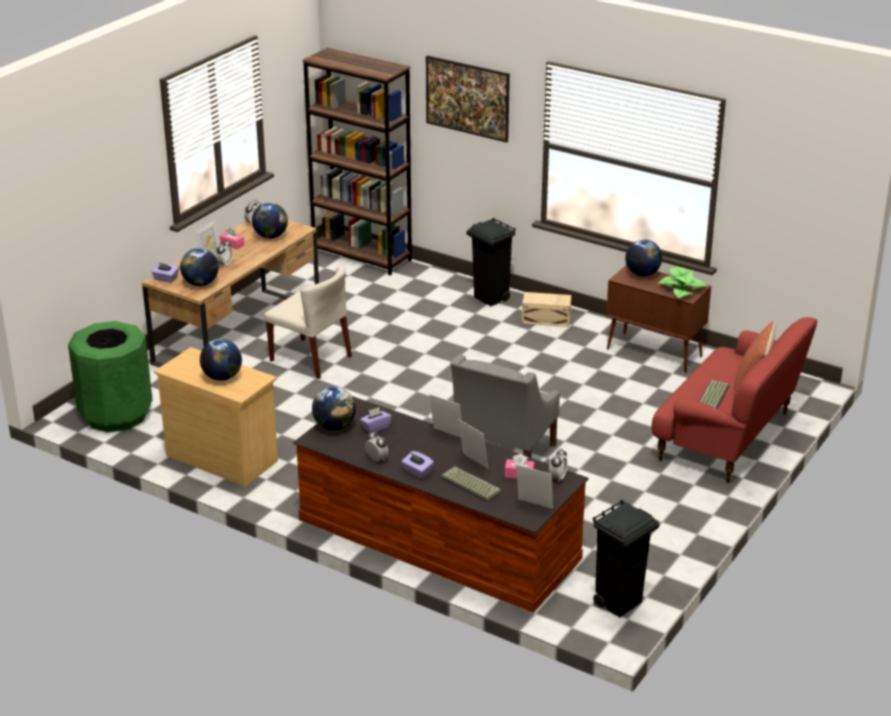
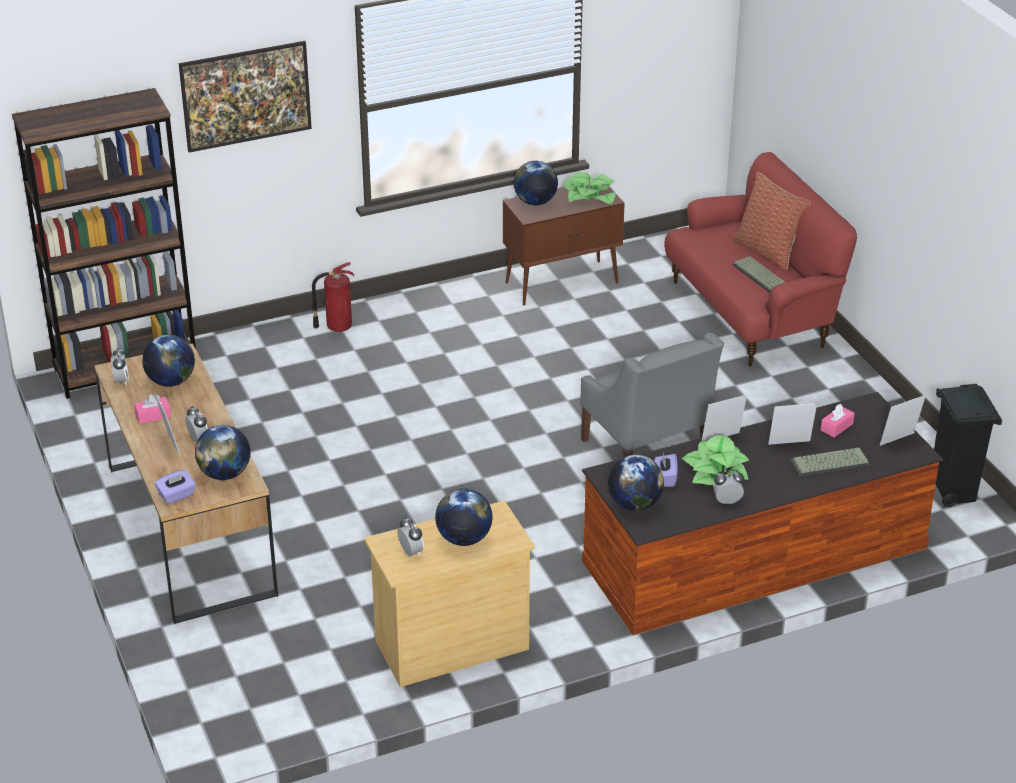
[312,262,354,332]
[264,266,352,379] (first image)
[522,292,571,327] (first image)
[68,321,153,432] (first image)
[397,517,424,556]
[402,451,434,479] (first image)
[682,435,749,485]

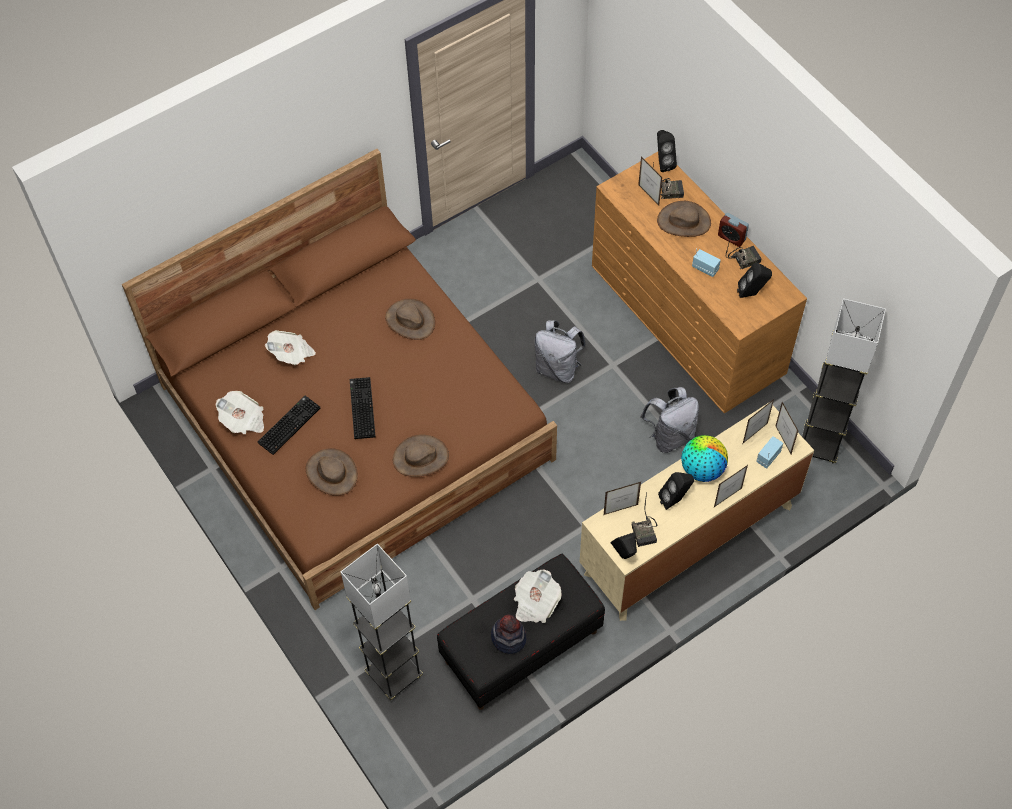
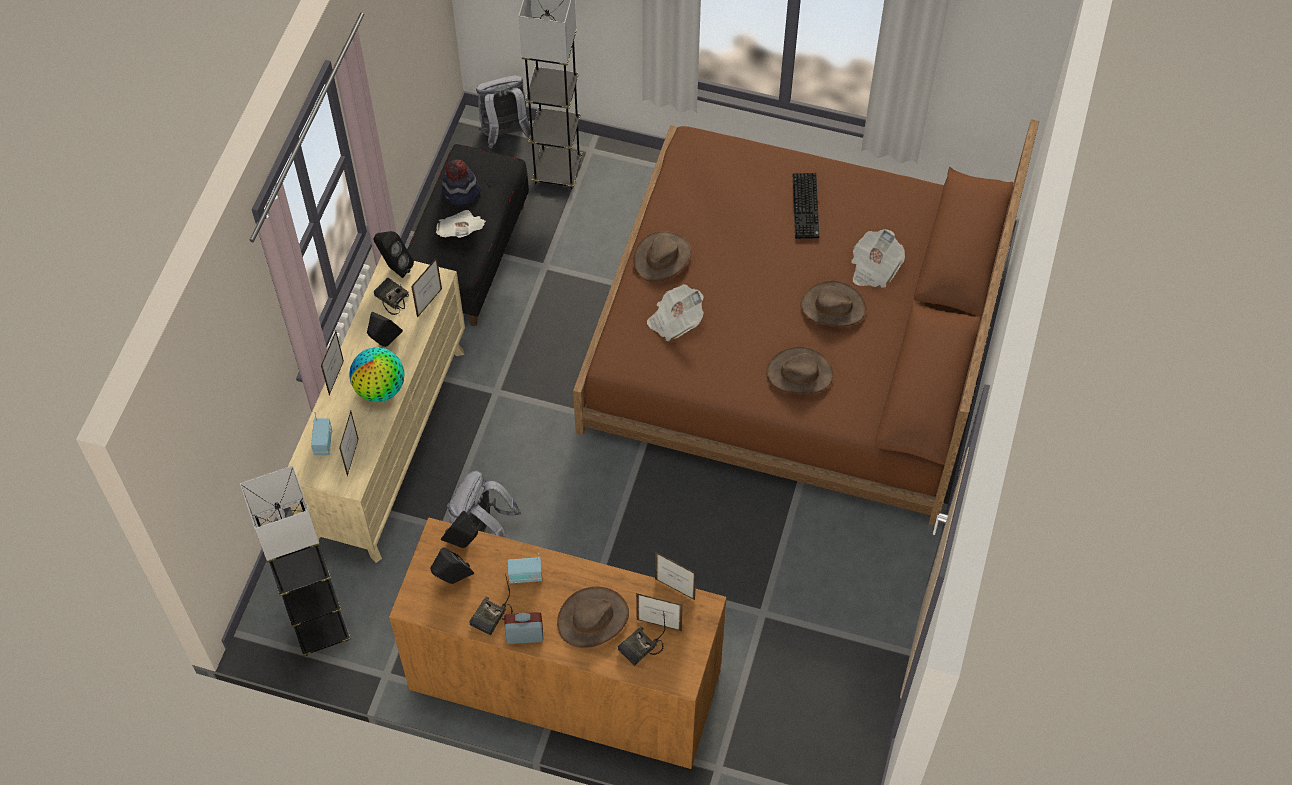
[440,511,478,548]
[476,75,531,148]
[350,377,376,439] (first image)
[647,285,704,341]
[655,552,697,600]
[801,280,866,327]

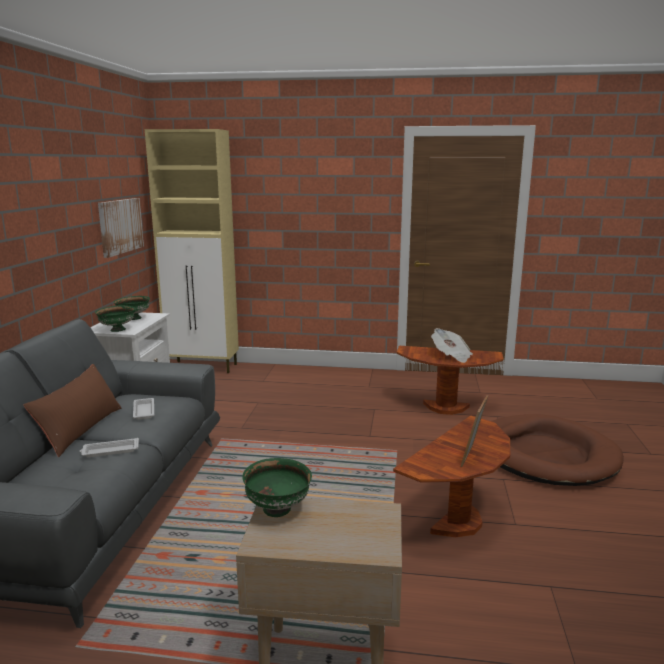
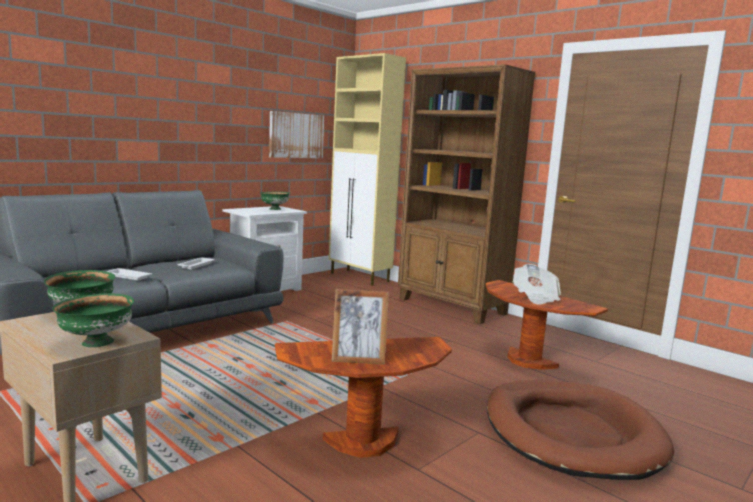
[52,293,134,347]
[24,364,121,457] (first image)
[332,289,389,365]
[398,64,535,324]

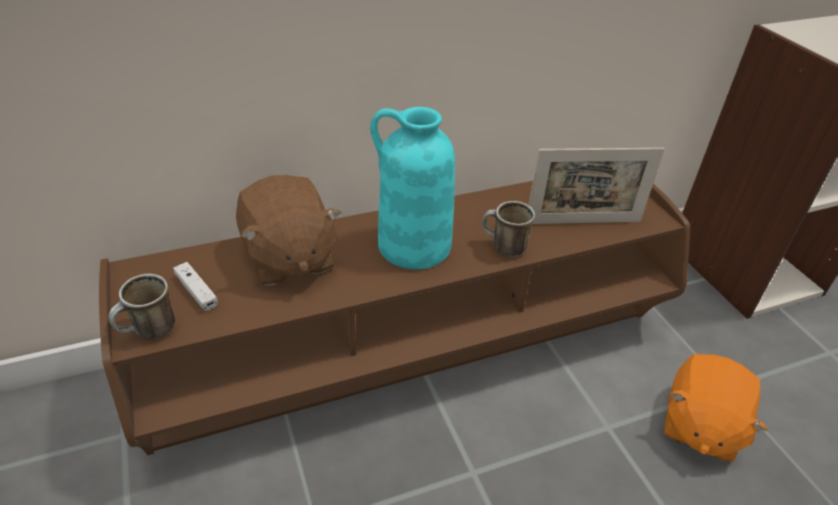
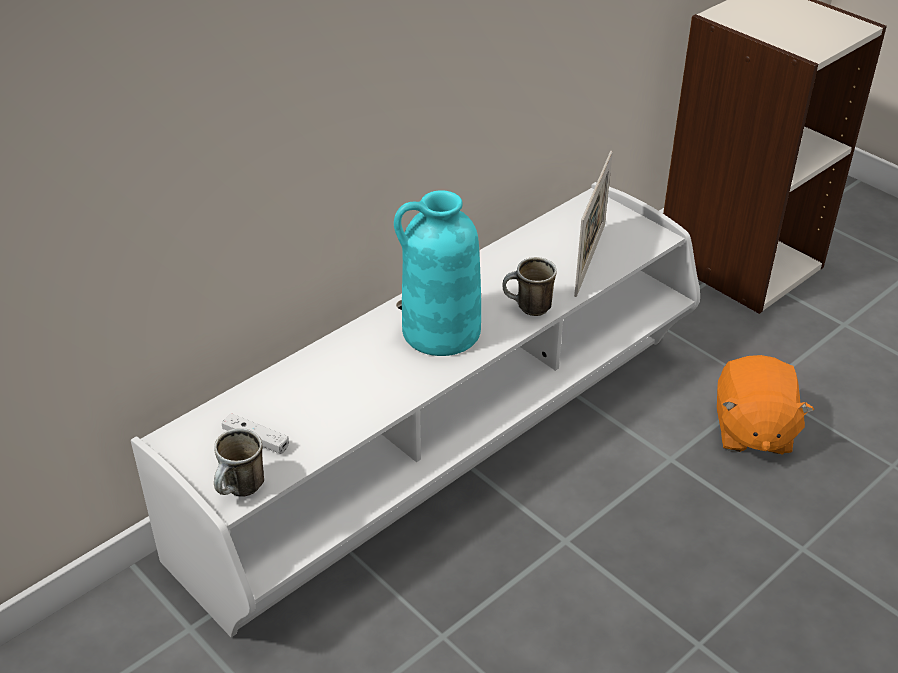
[574,151,613,297]
[236,175,341,286] (first image)
[131,182,700,637]

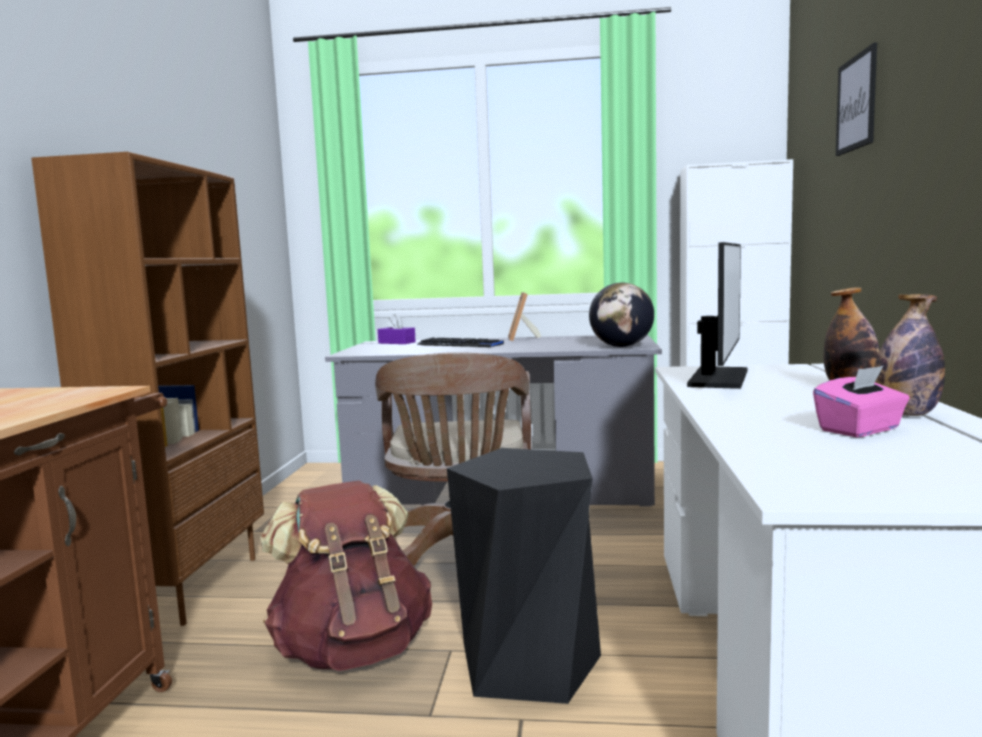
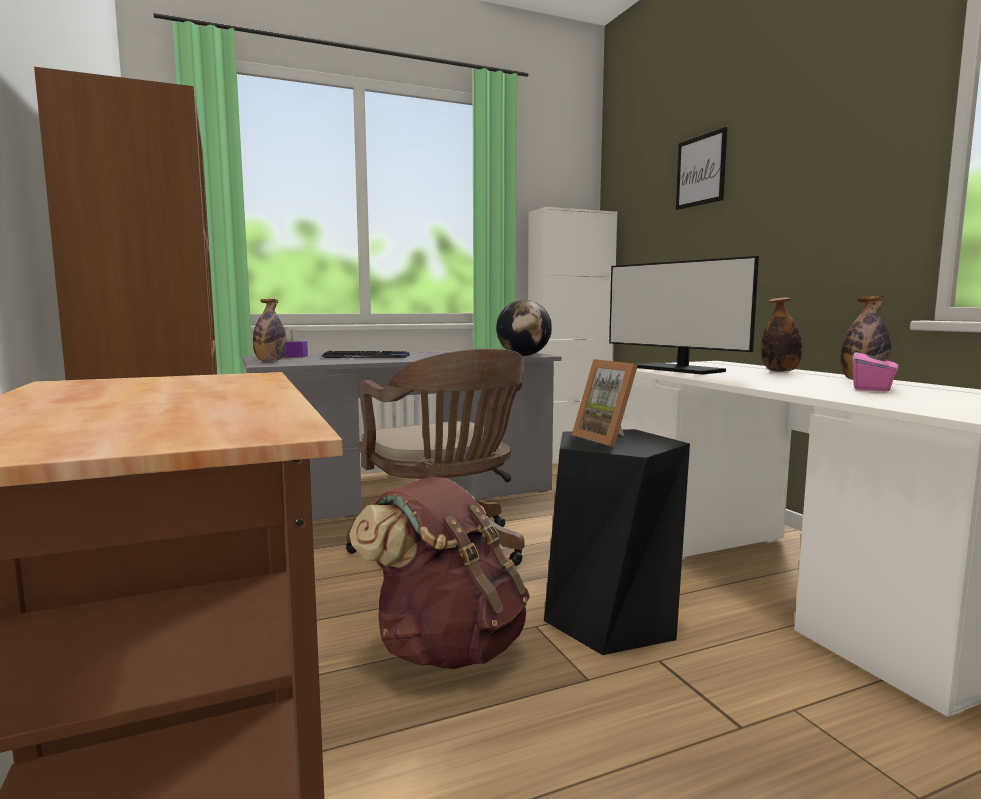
[609,256,759,375]
[572,359,638,447]
[253,299,286,361]

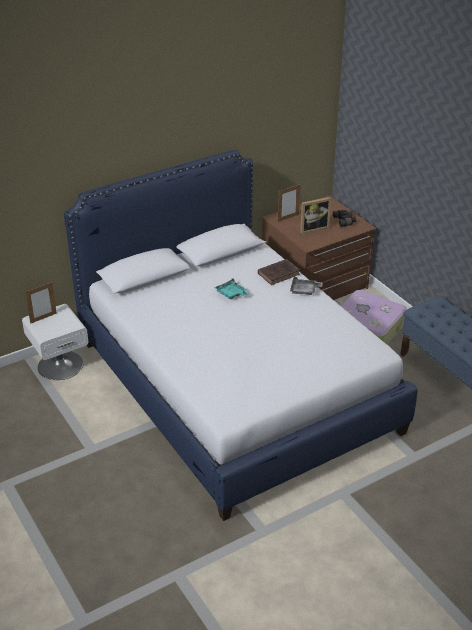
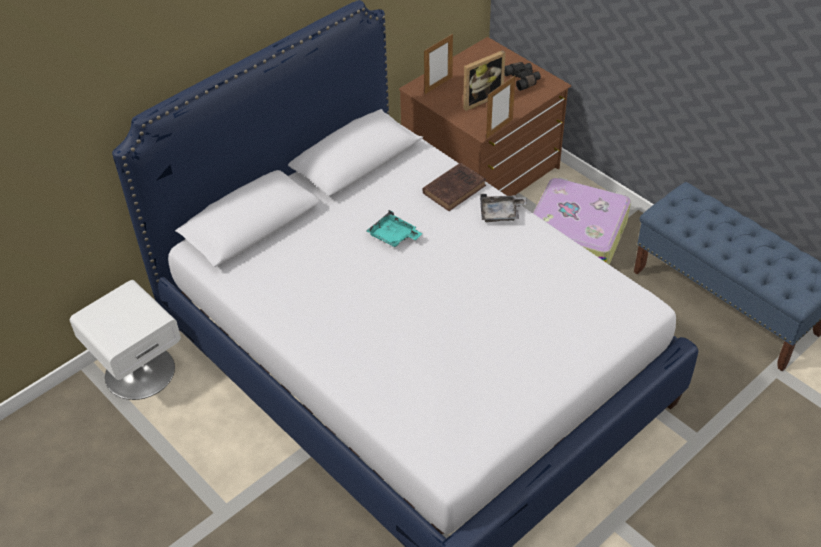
[486,75,516,139]

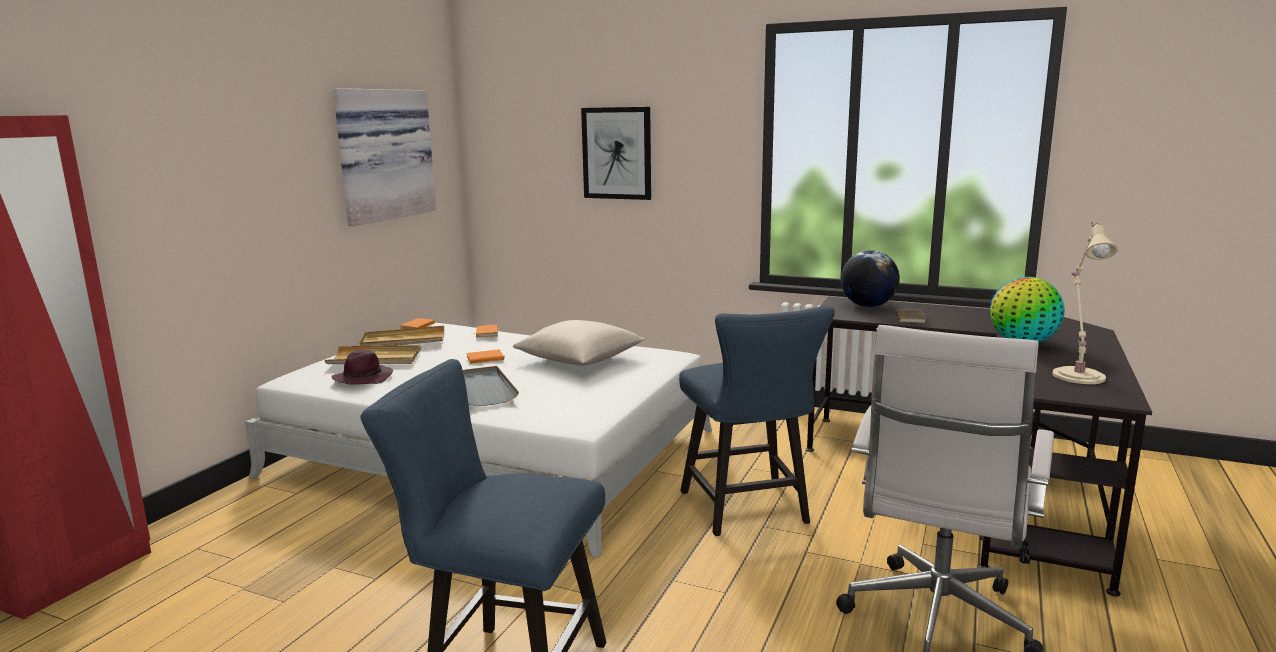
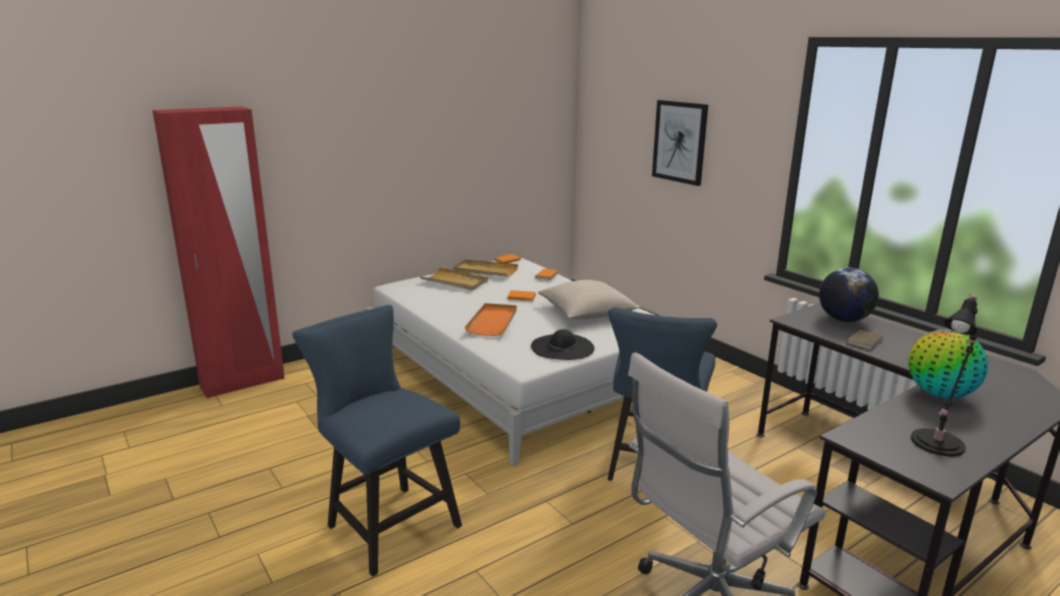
[333,88,436,226] (first image)
[911,294,977,456]
[331,349,393,385] (first image)
[465,303,517,336]
[531,329,595,360]

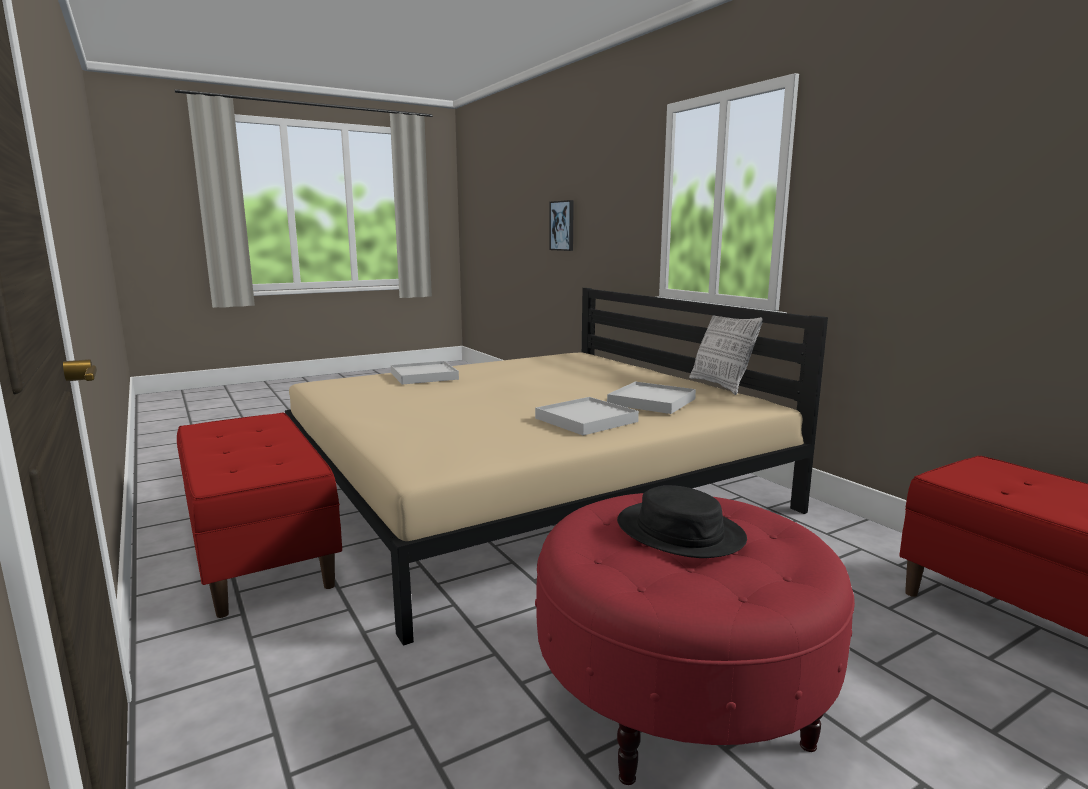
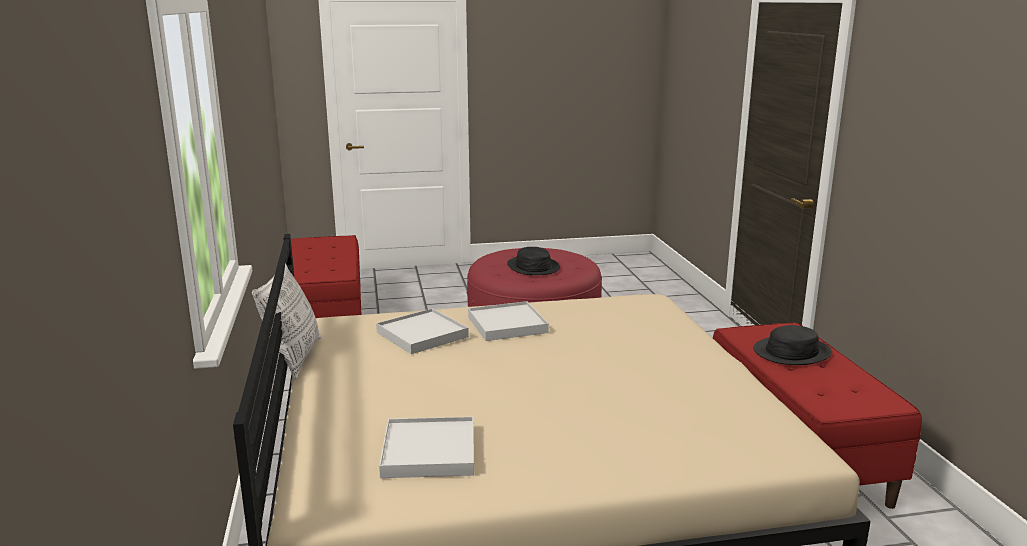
[549,200,574,251] (first image)
[379,417,474,478]
[753,325,832,365]

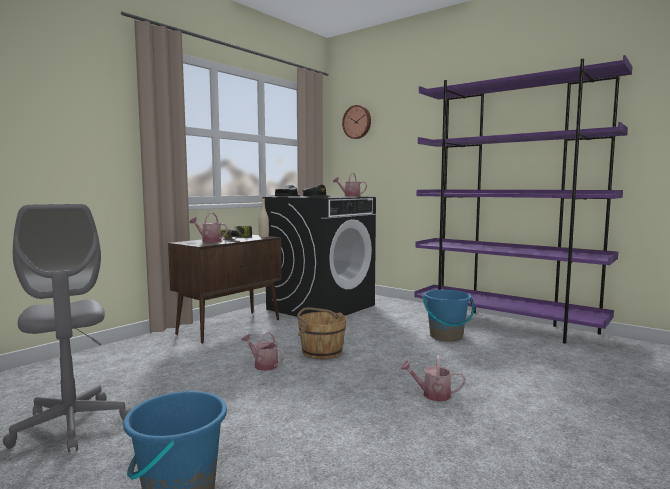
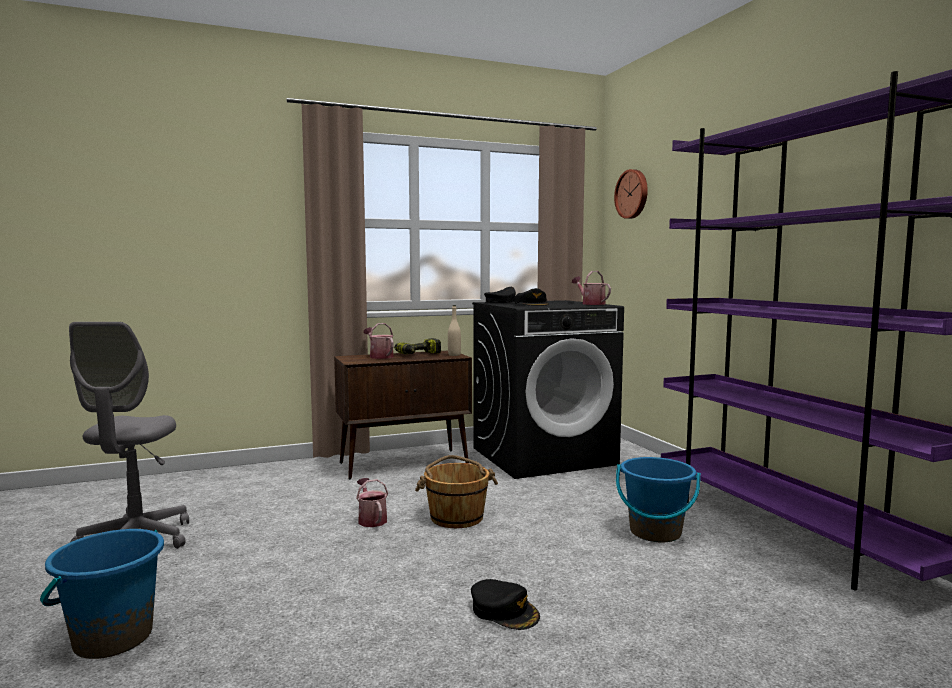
[471,579,540,630]

